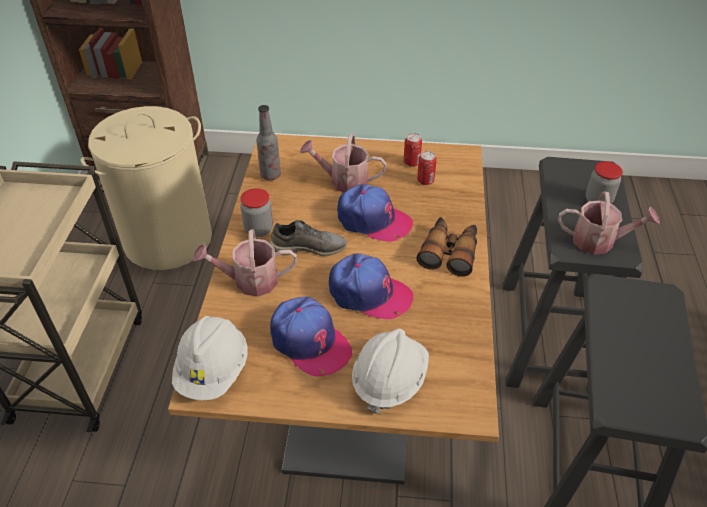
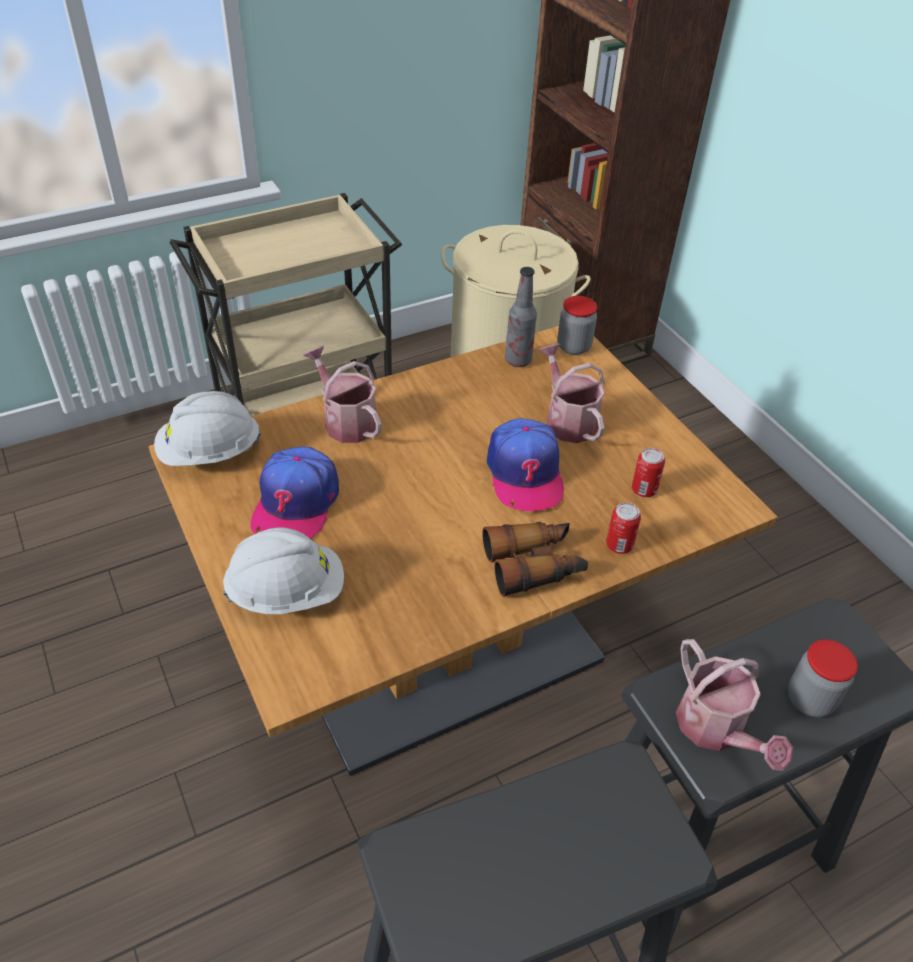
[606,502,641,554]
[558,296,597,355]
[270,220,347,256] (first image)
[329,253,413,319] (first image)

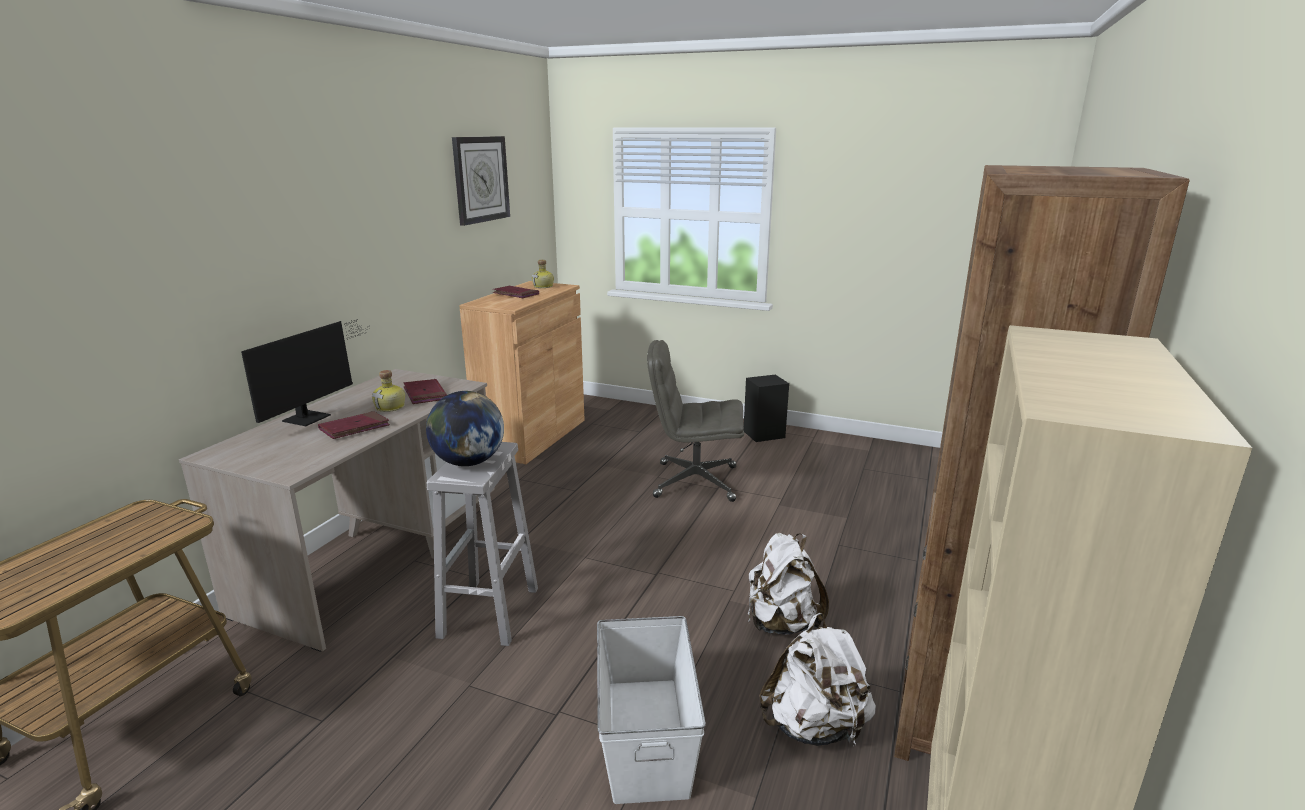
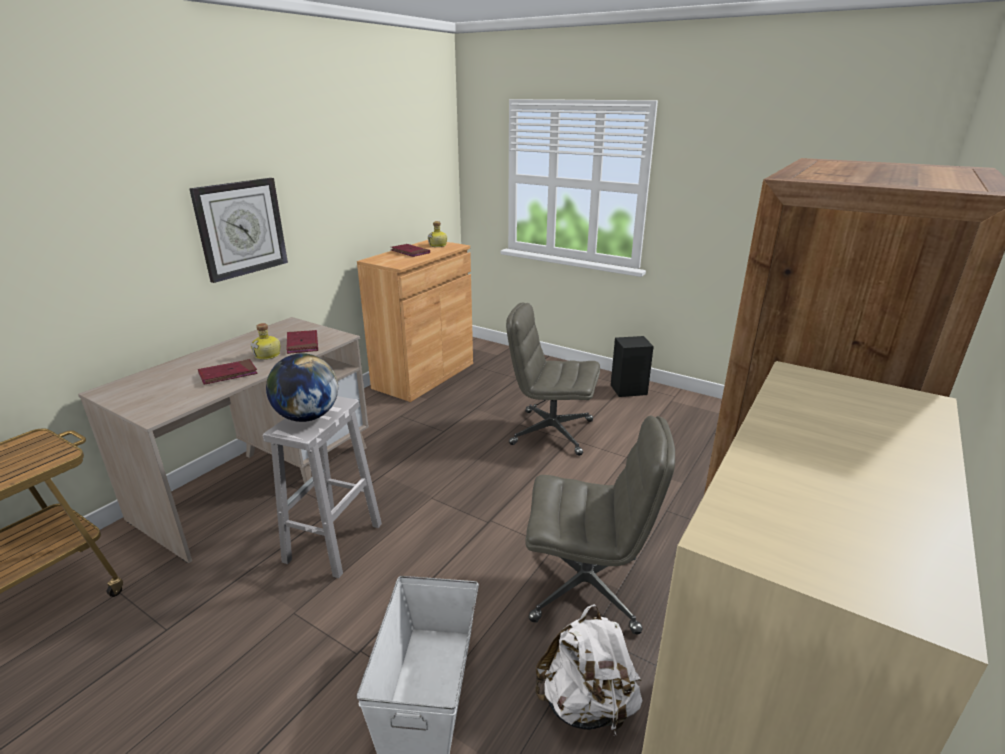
[189,178,288,283]
[241,320,370,426] (first image)
[526,415,675,634]

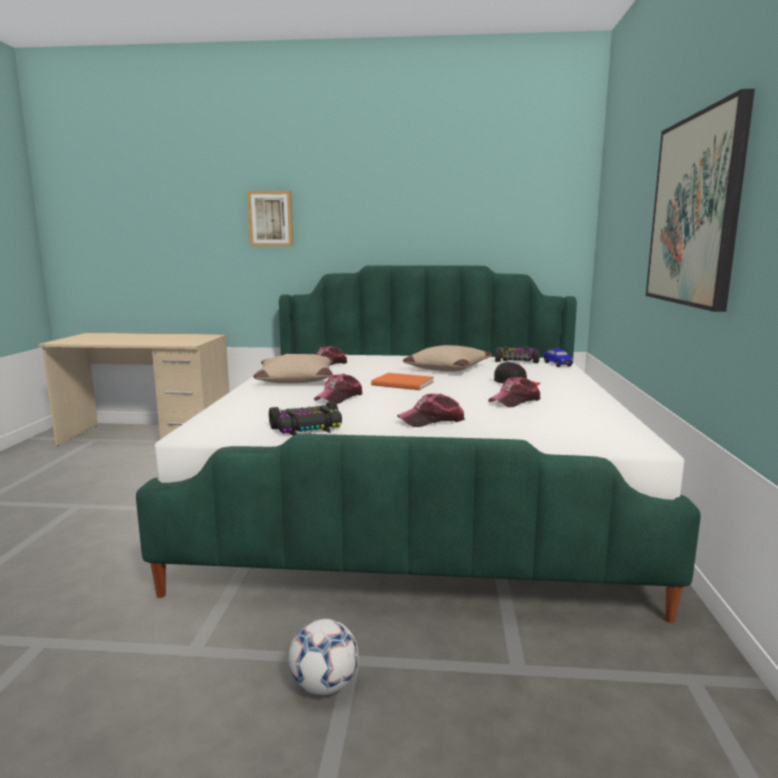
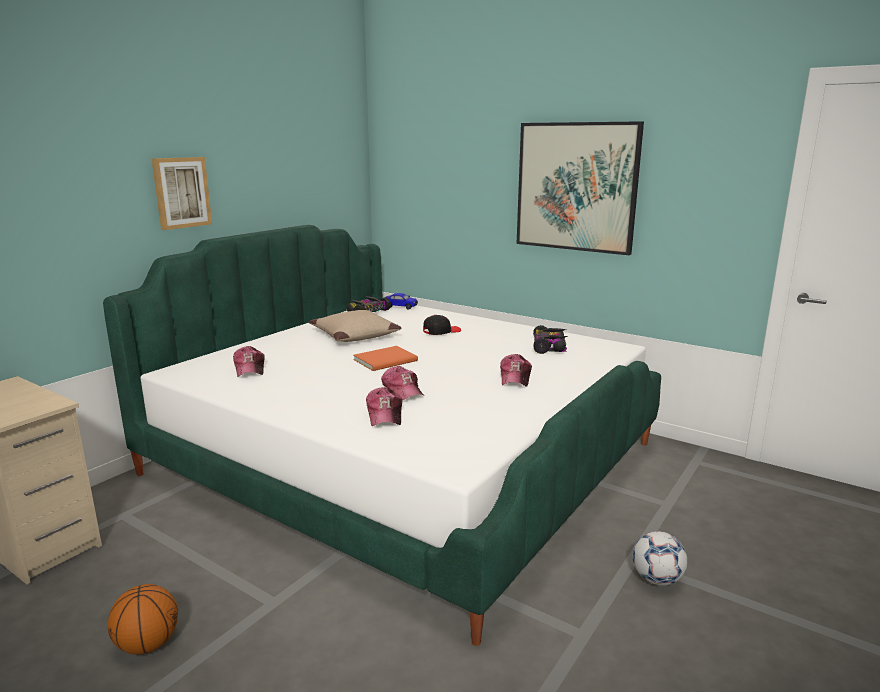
[151,157,212,230]
[253,354,333,383] (first image)
[366,387,402,426]
[533,325,568,354]
[107,584,178,655]

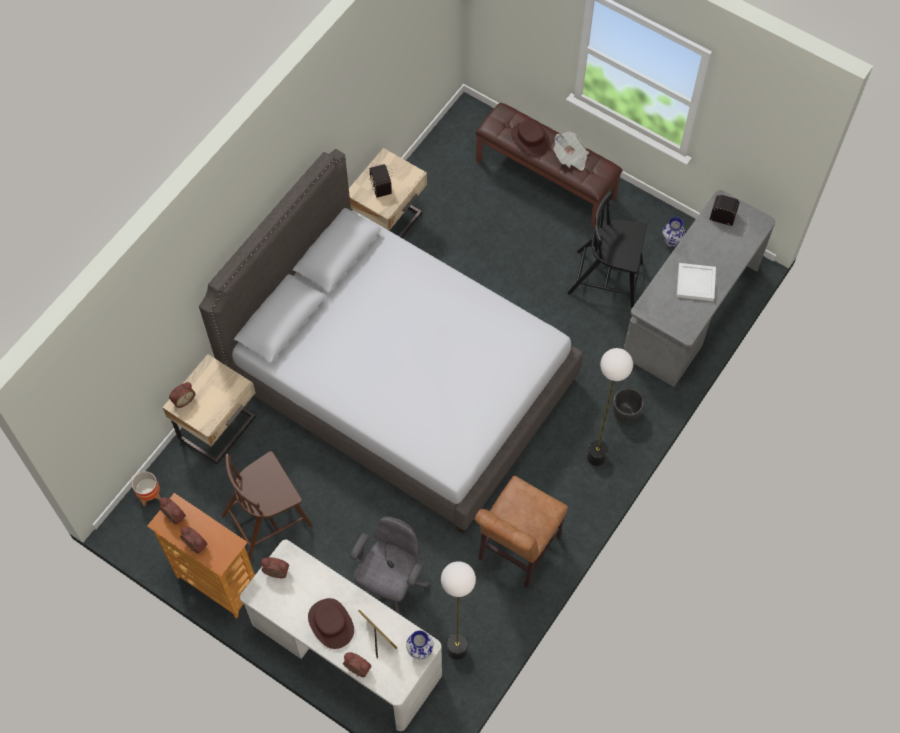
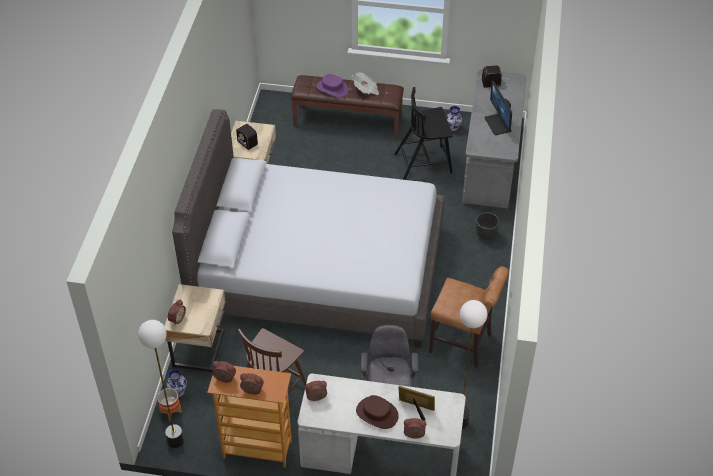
[316,74,349,97]
[485,81,512,135]
[138,320,184,448]
[429,266,509,368]
[166,369,187,397]

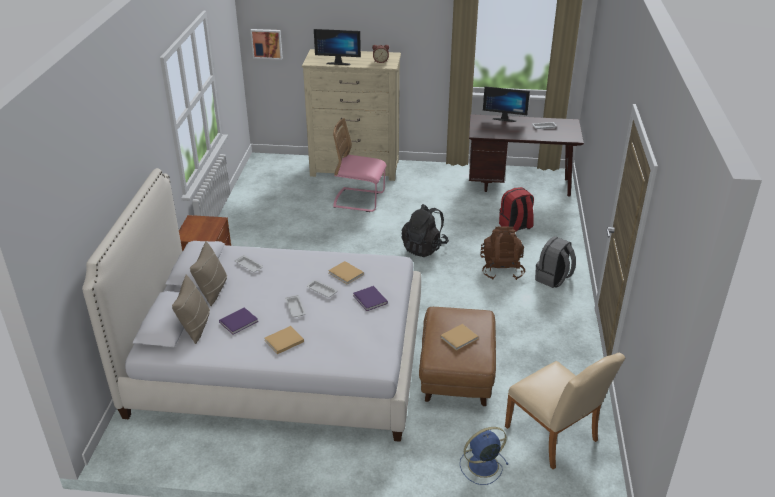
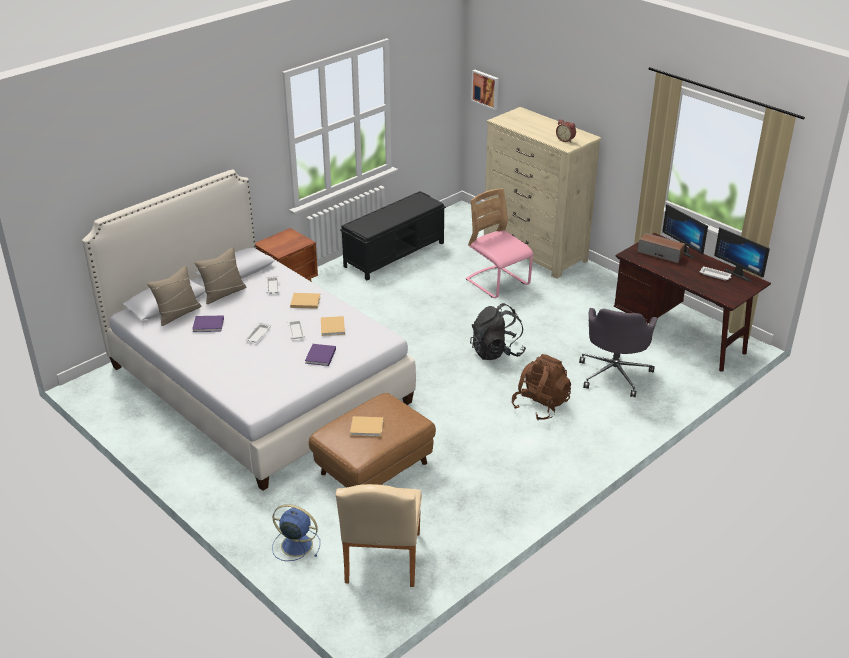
[714,227,770,282]
[579,308,658,397]
[535,236,576,288] (first image)
[290,293,321,309]
[340,191,446,281]
[638,233,685,263]

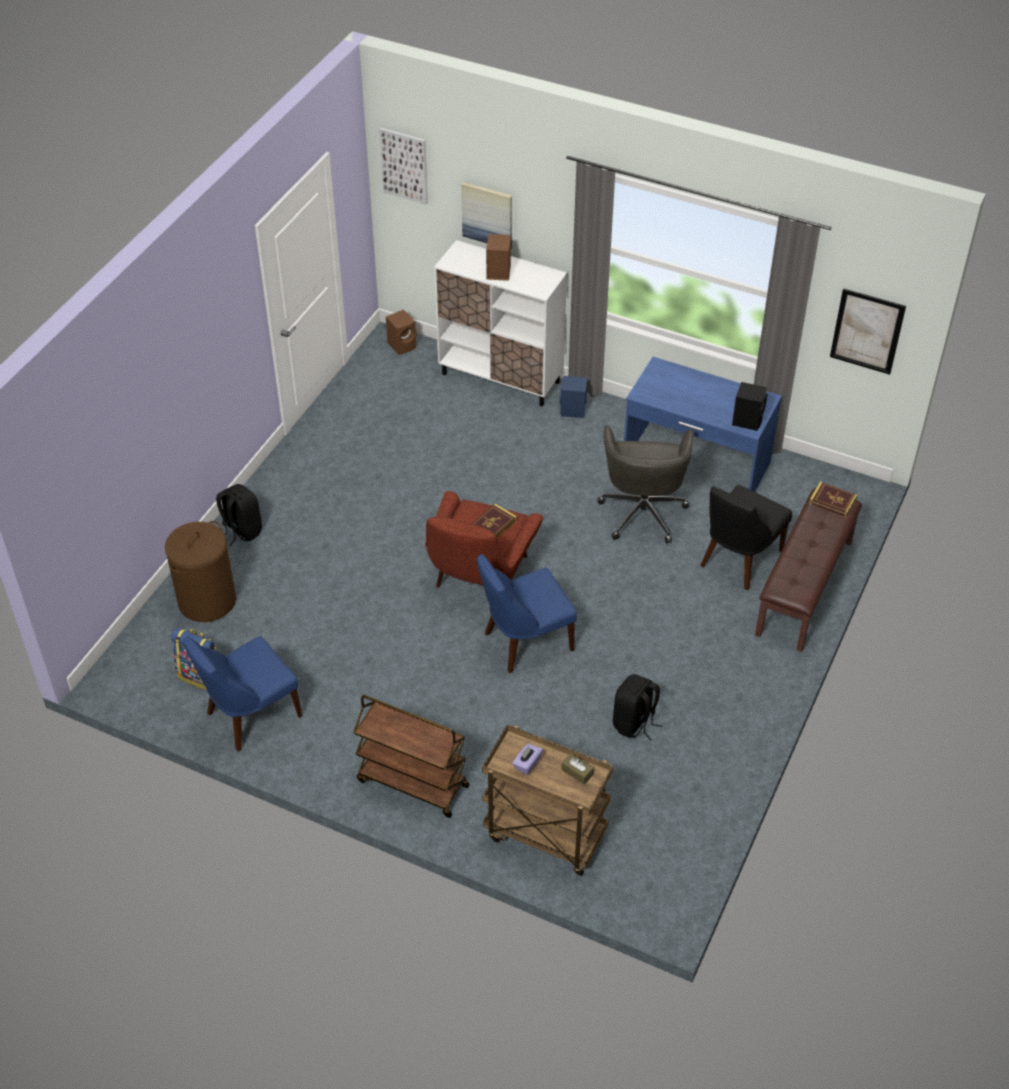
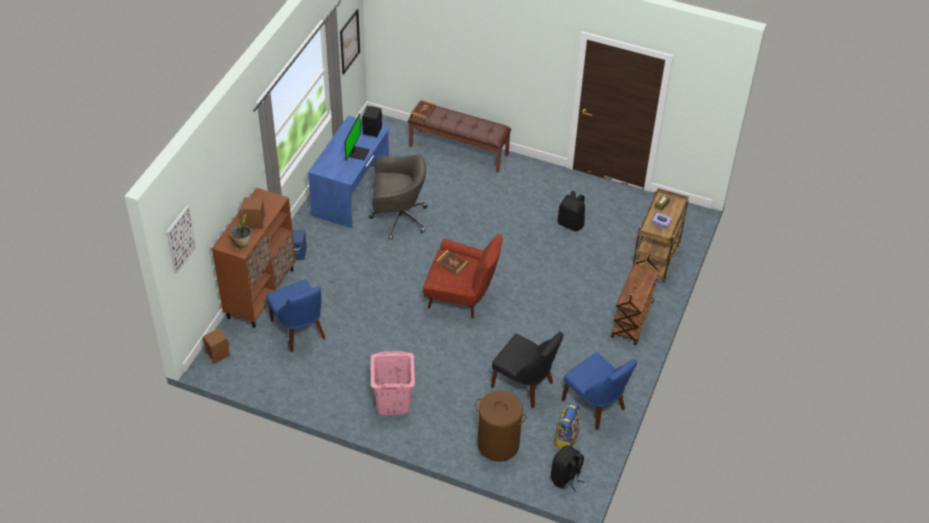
[461,182,512,248] (first image)
[212,188,296,328]
[550,445,585,492]
[491,332,563,408]
[266,280,325,352]
[344,114,370,161]
[230,214,251,249]
[371,351,415,415]

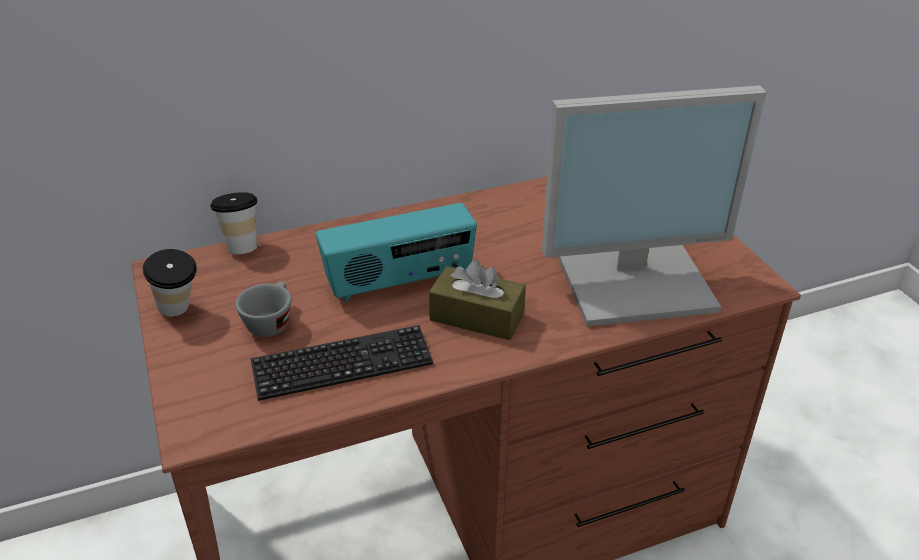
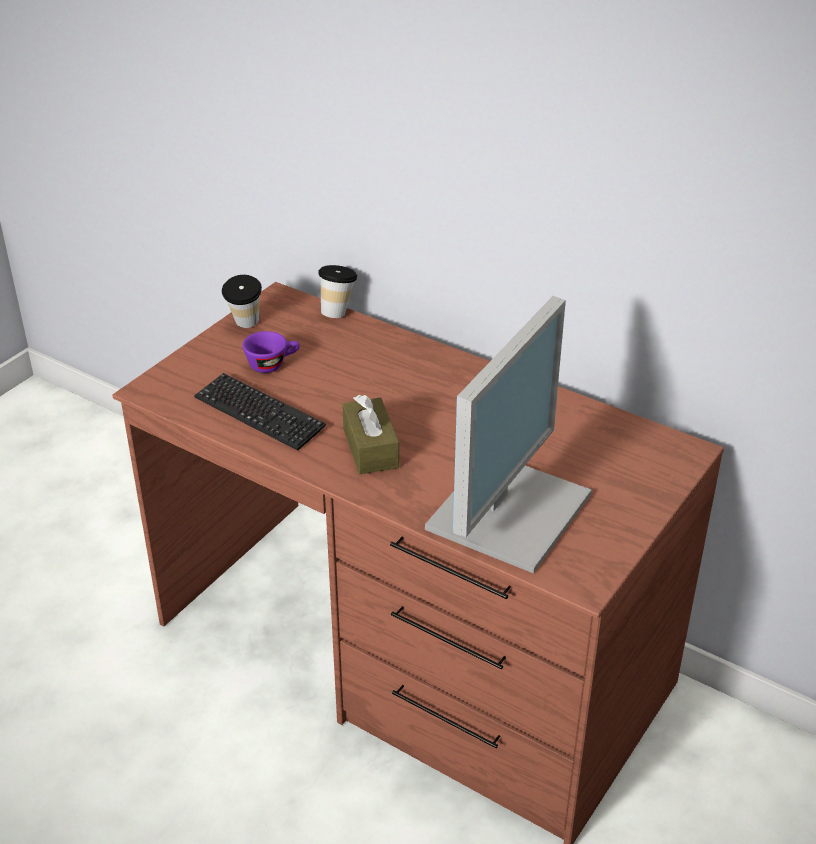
[425,296,592,574]
[316,203,477,302] (first image)
[242,331,300,373]

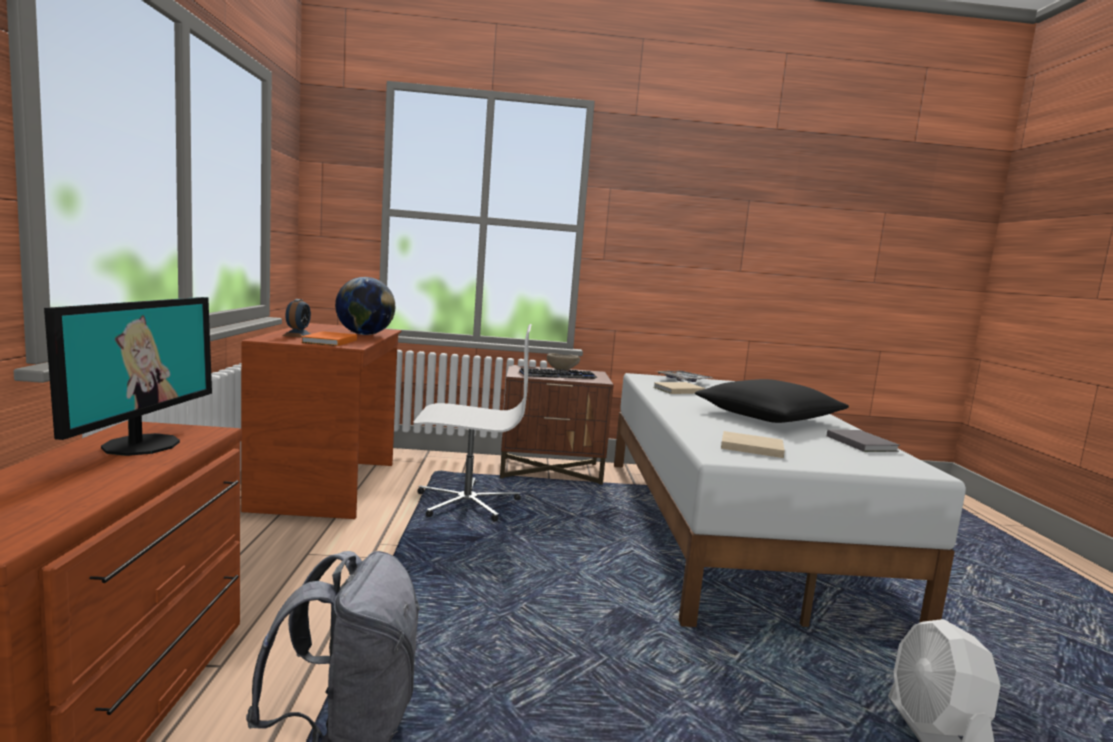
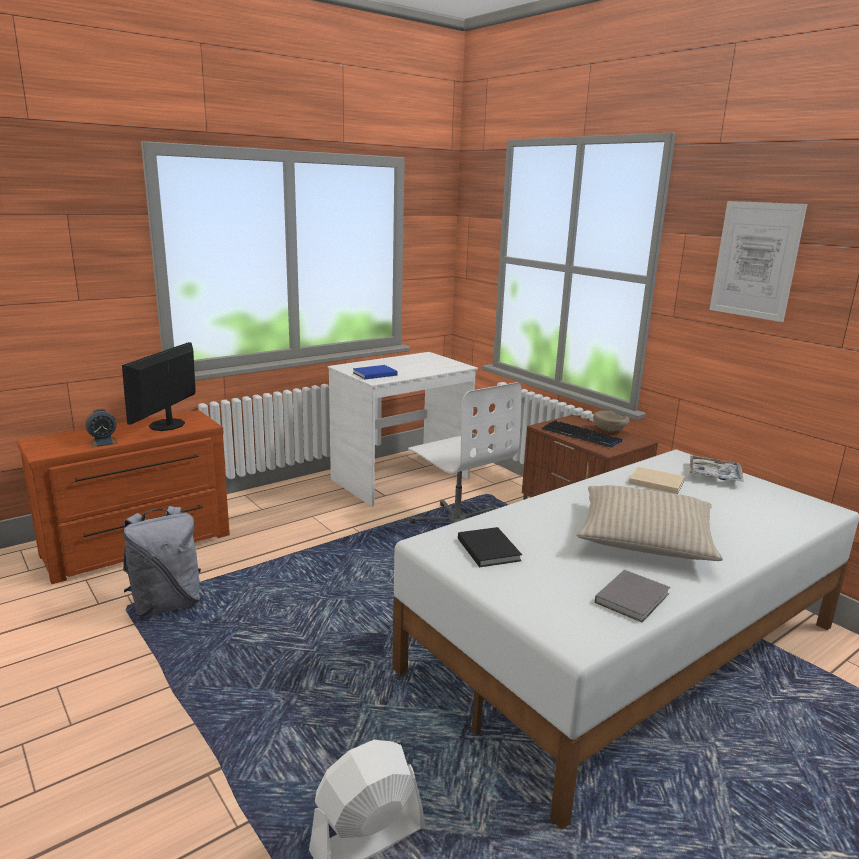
[335,277,395,335] (first image)
[122,342,196,431]
[85,409,118,448]
[328,352,478,507]
[353,365,397,379]
[576,485,723,561]
[458,527,522,567]
[709,201,807,322]

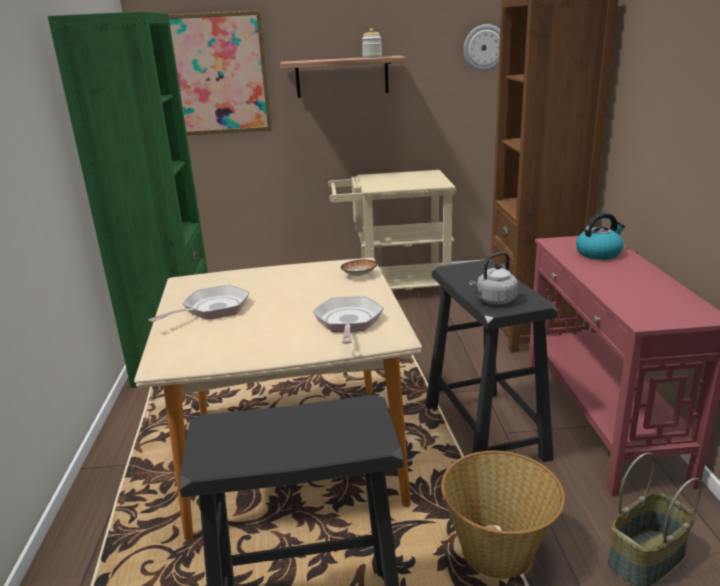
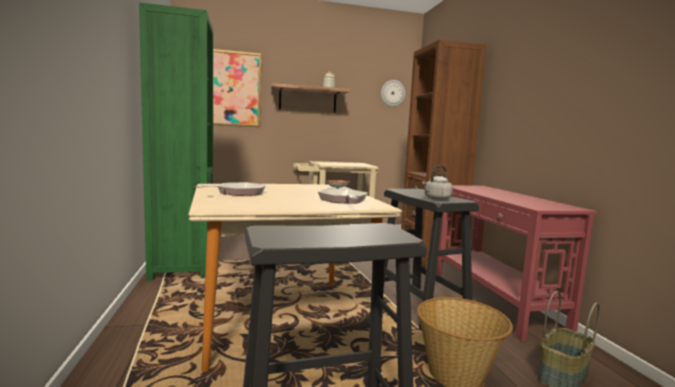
[576,212,625,260] (first image)

